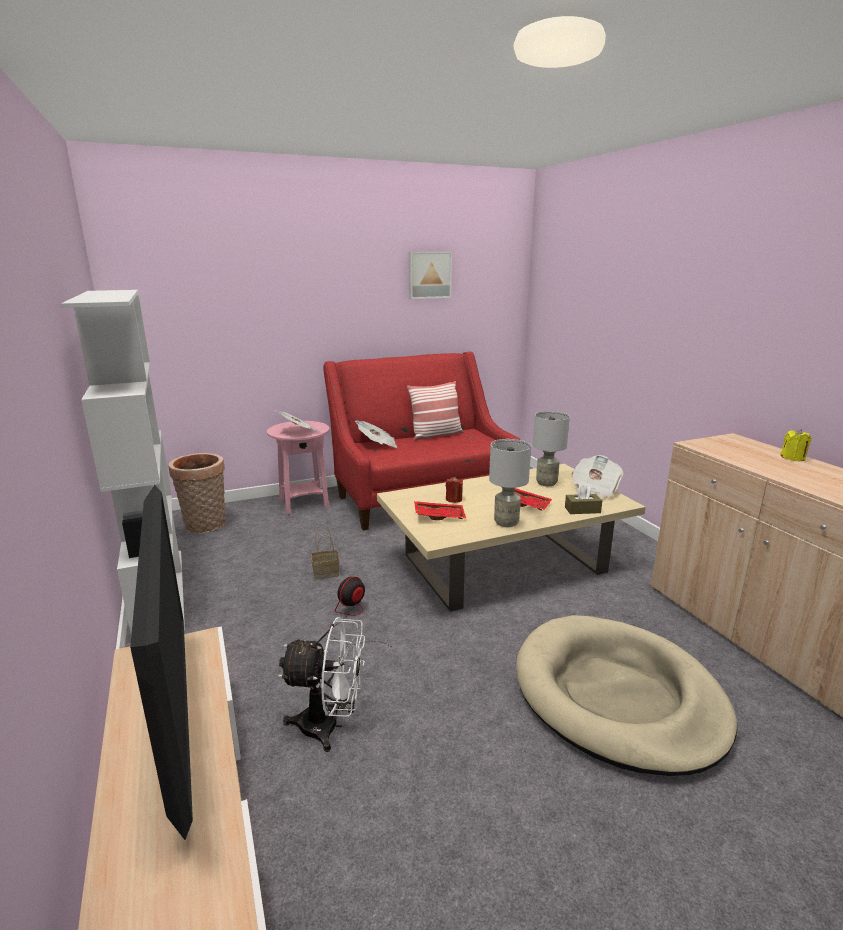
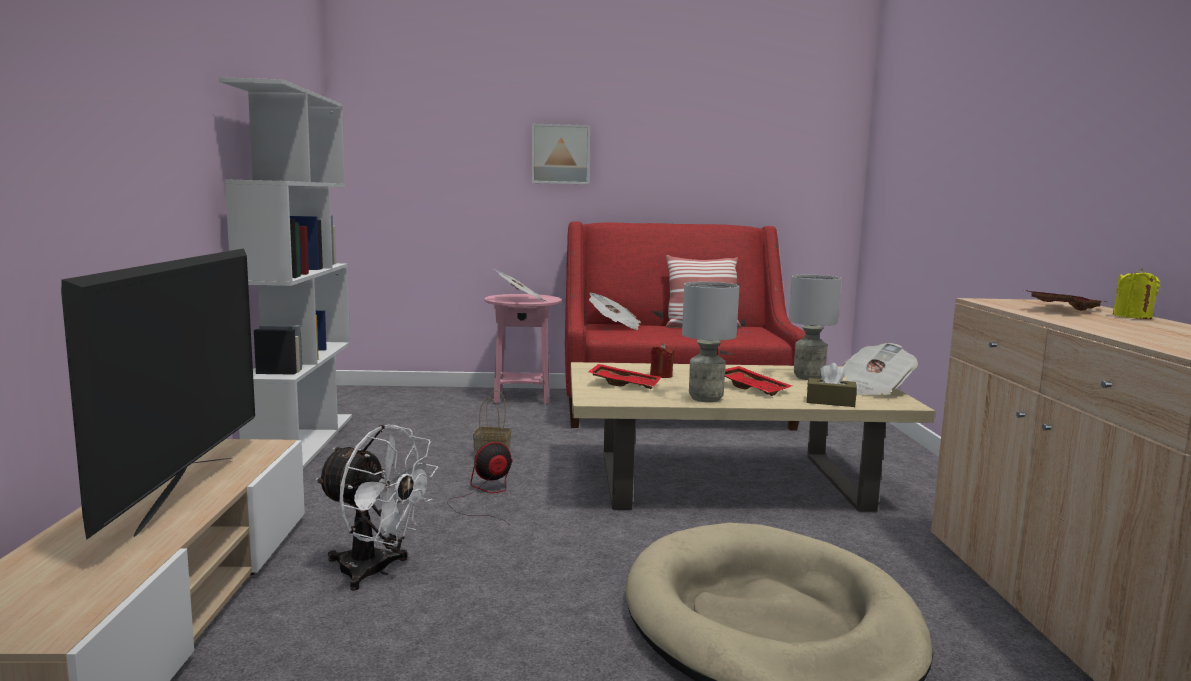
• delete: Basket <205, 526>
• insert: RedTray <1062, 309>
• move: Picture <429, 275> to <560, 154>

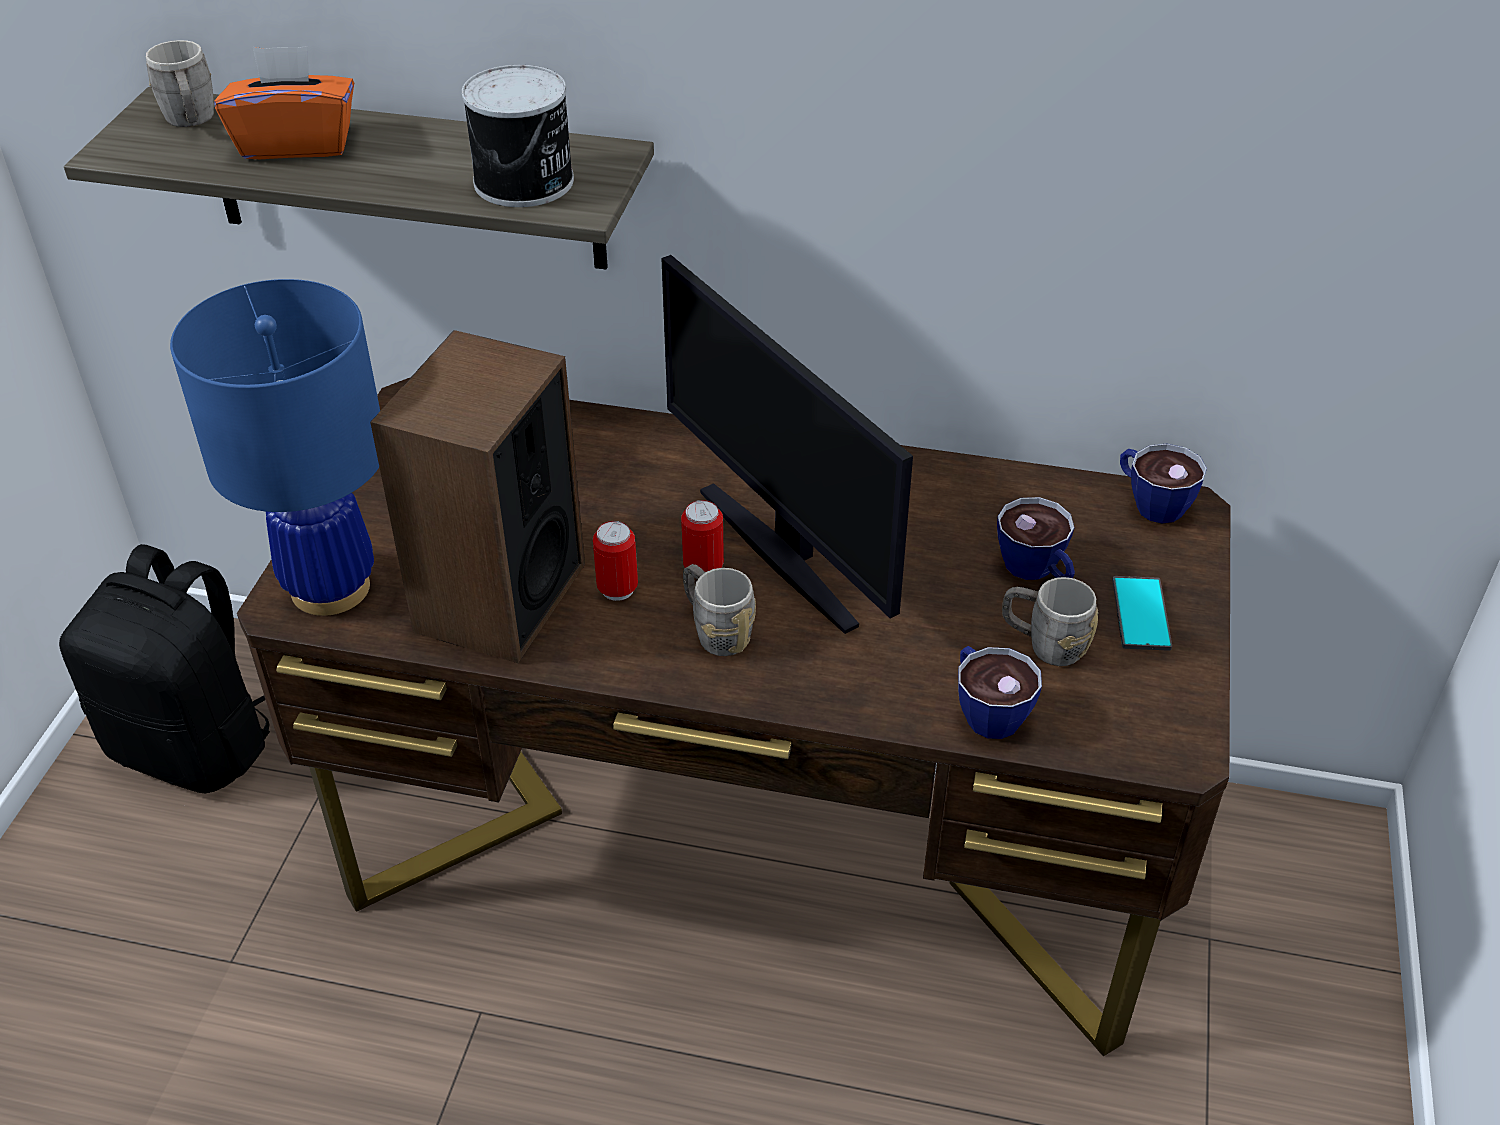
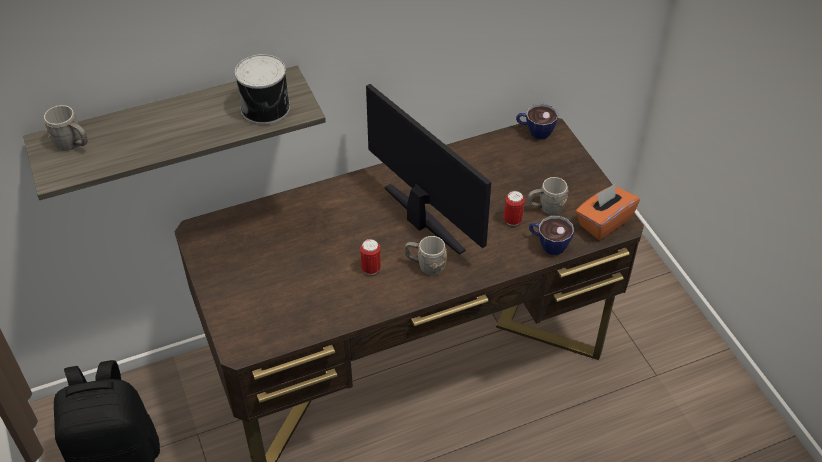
• delete: BlueTableLamp <331, 588>
• delete: Speaker <499, 597>
• delete: Cup <1036, 571>
• delete: Phone <1140, 614>
• move: OrangeTissueBox <297, 144> to <603, 222>
• move: Can <703, 568> to <512, 220>
• rotate: Monitor <783, 553> = <420, 220> 150 degrees counterclockwise

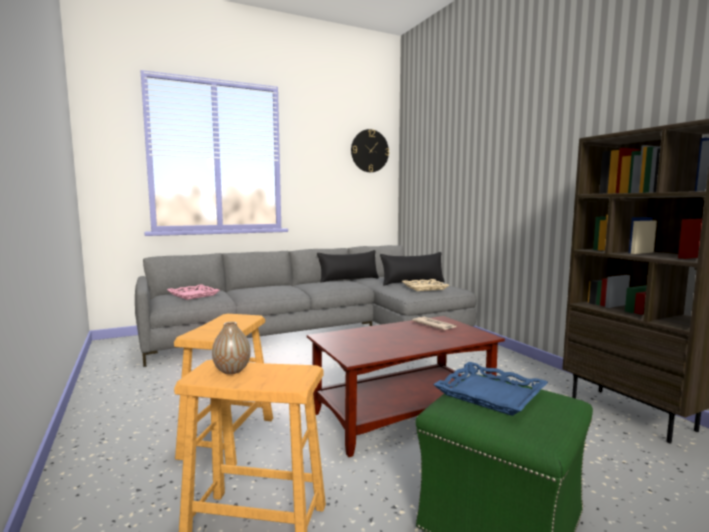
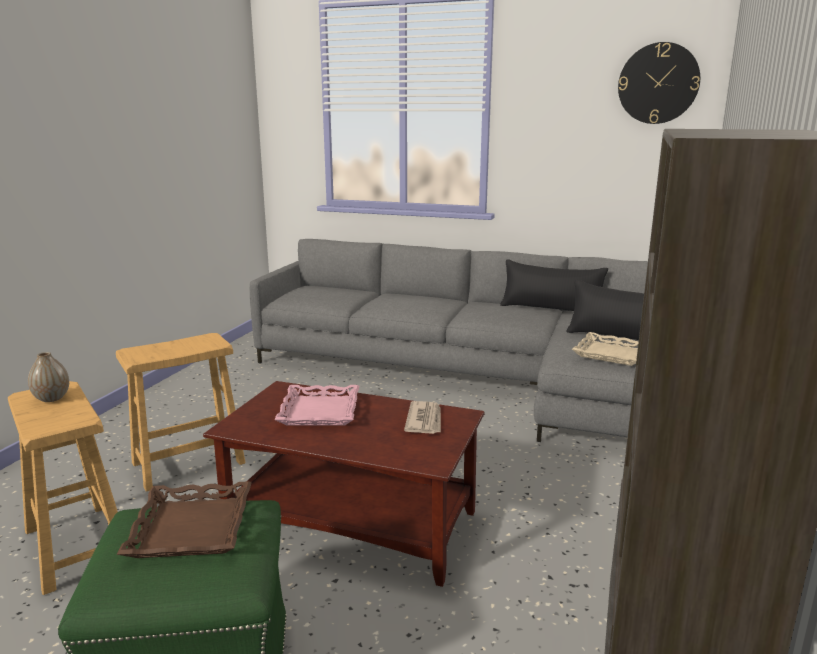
• move: PinkTray <193, 295> to <319, 411>
• recolor: BlueTray <489, 394> to BrownTray <190, 528>

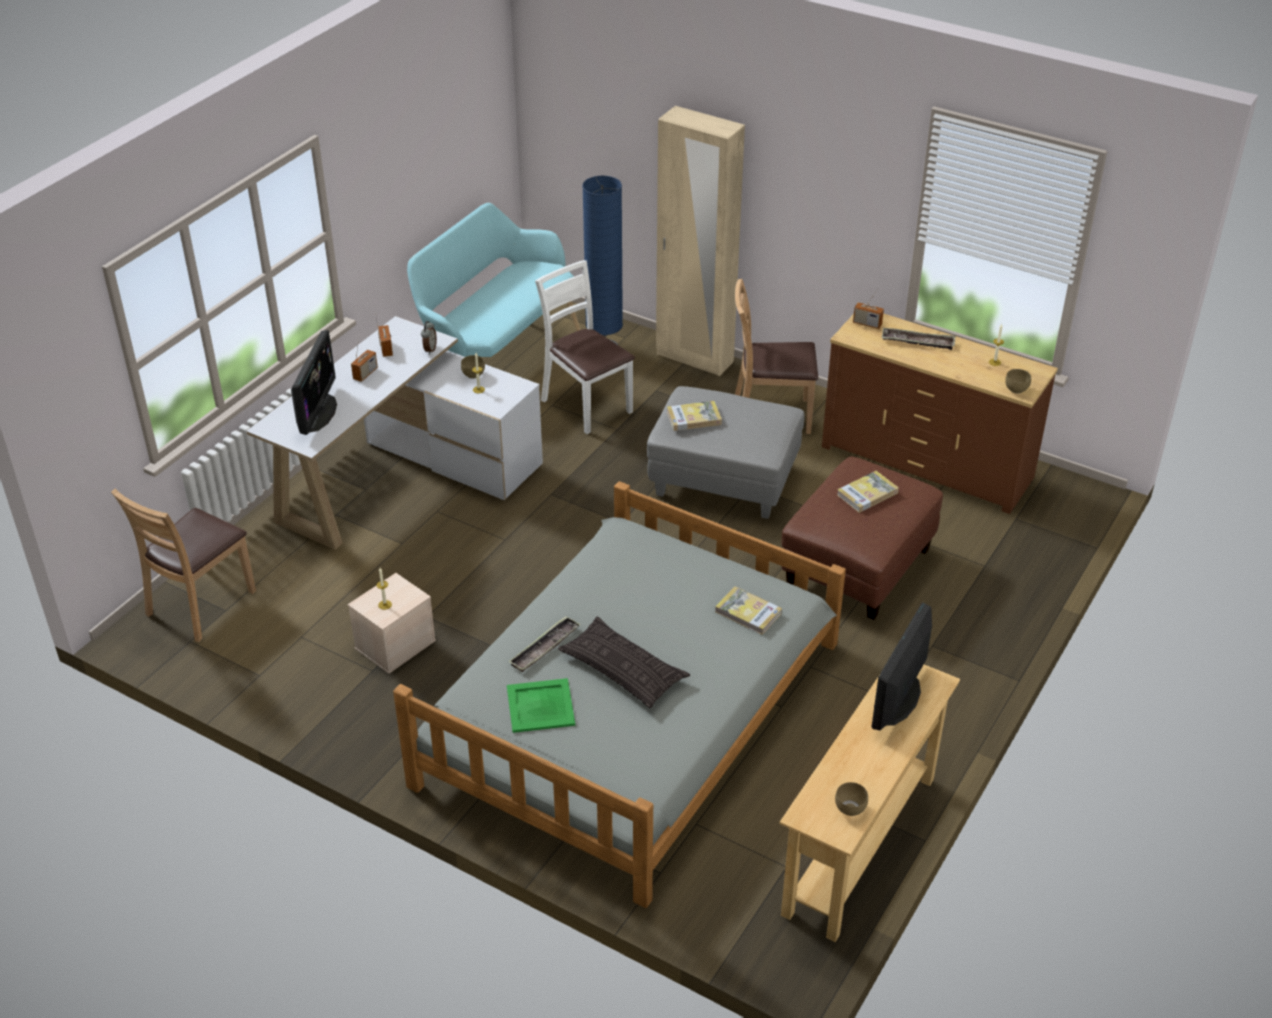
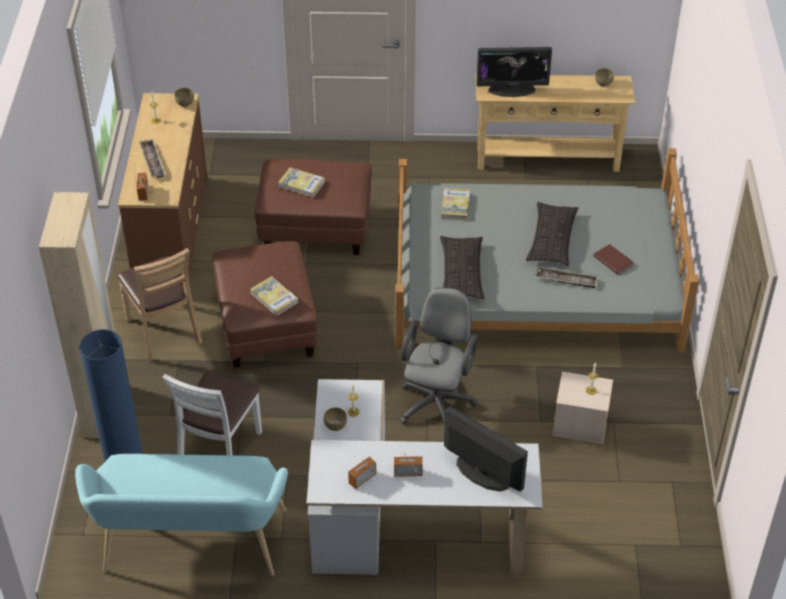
• delete: BrownChair <200, 604>
• delete: AlarmClock <429, 349>
• insert: GreyOfficeChair <437, 401>
• insert: Pillow <461, 273>
• replace: GreenTray <541, 706> to BrownBook <613, 260>
• recolor: GreyOttoman <725, 480> to BrownOttoman <266, 326>
• rotate: Monitor <318, 412> = <482, 473> 60 degrees clockwise

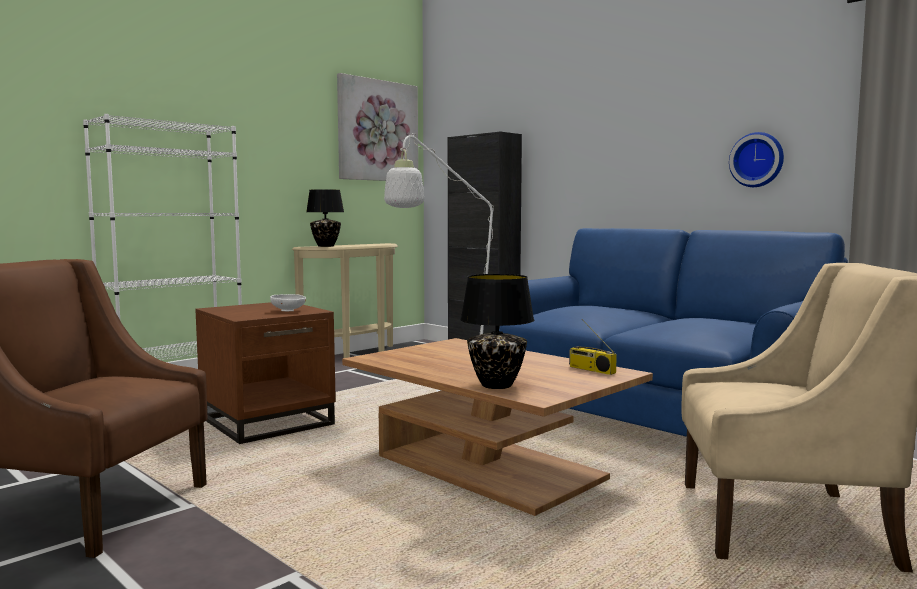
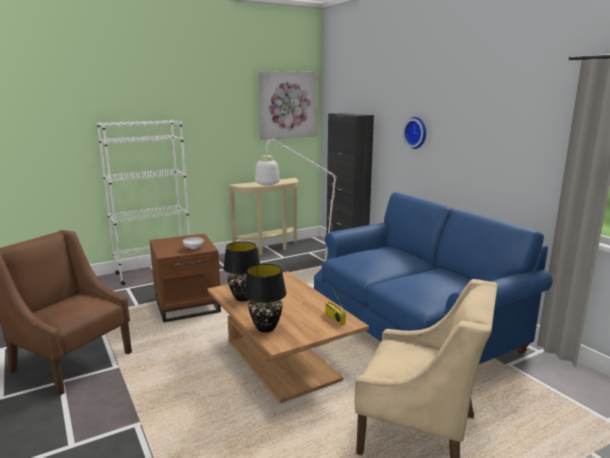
• move: BlackTableLamp <326, 246> to <243, 298>
• move: WallClock <757, 160> to <417, 132>

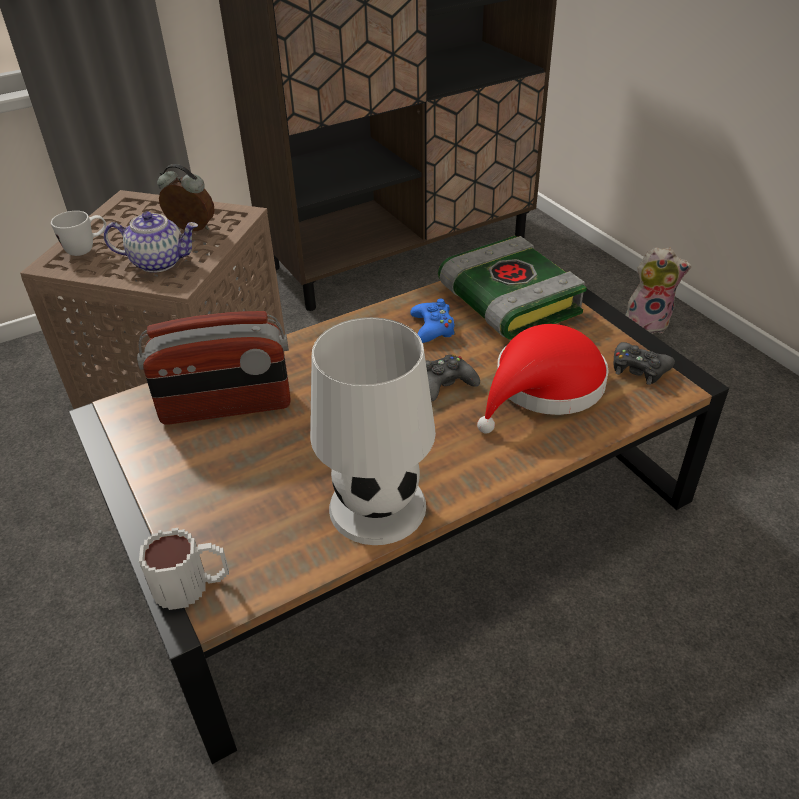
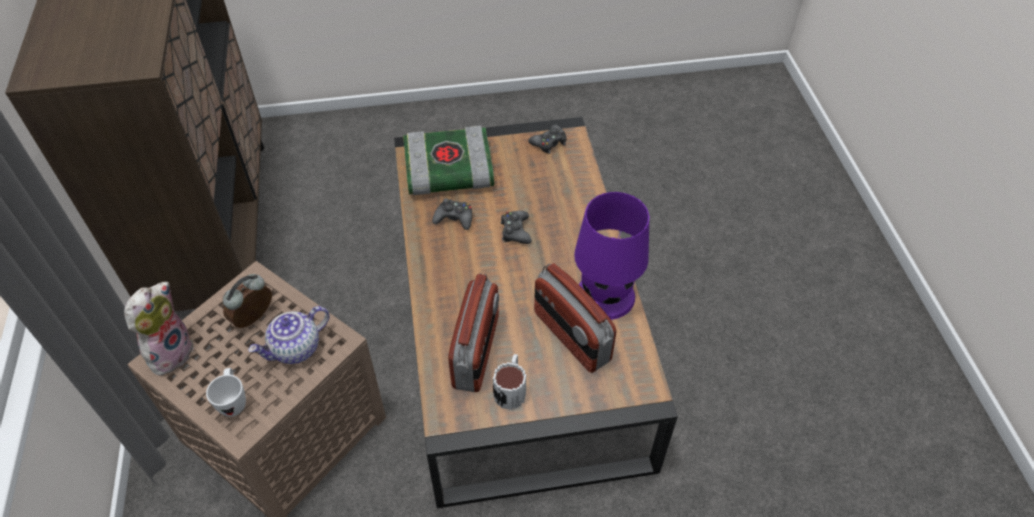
• delete: RedHat <543, 388>
• insert: Radio <571, 337>
• move: Mug <192, 585> to <511, 388>
• move: PlushToy <647, 322> to <170, 351>
• recolor: WhiteTableLamp <378, 507> to PurpleTableLamp <606, 295>
• recolor: BlueGameController <433, 328> to BlackGameController <454, 218>
• rotate: Teapot <159, 262> = <296, 349> 150 degrees counterclockwise

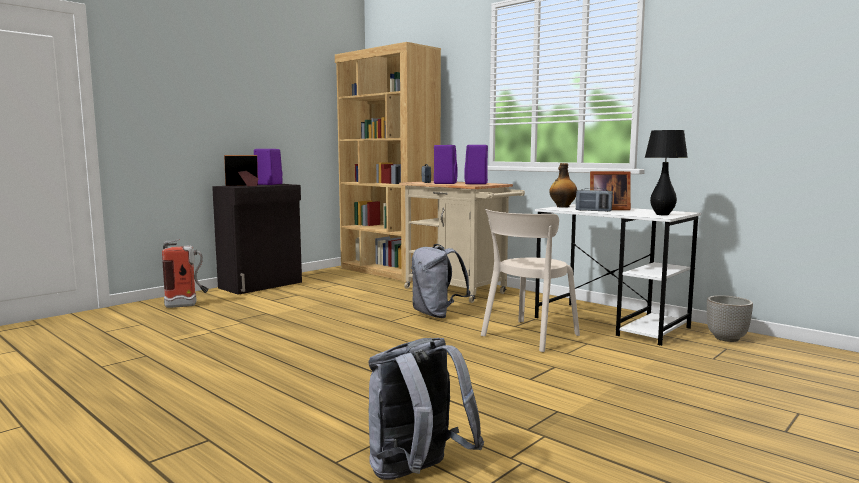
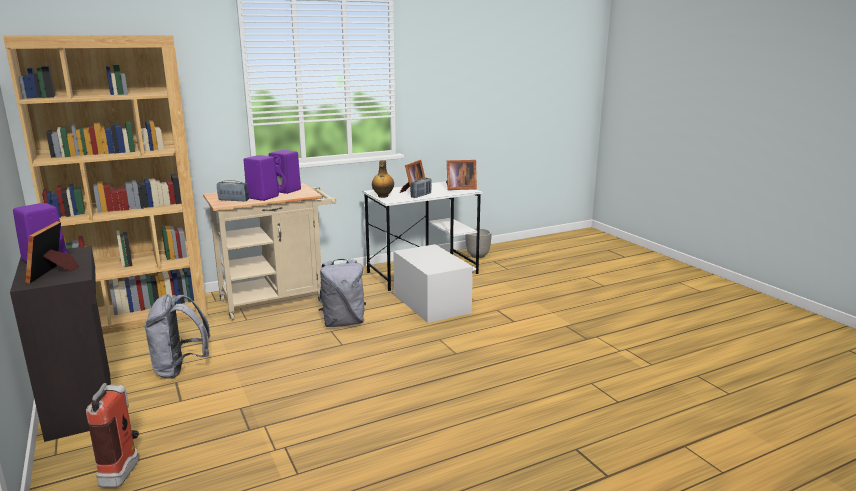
• move: GreyBackpack <417, 474> to <180, 369>
• replace: BeigeChair <527, 336> to WhiteStorageBox <431, 303>
• replace: BlackTableLamp <662, 214> to PictureFrame <459, 188>

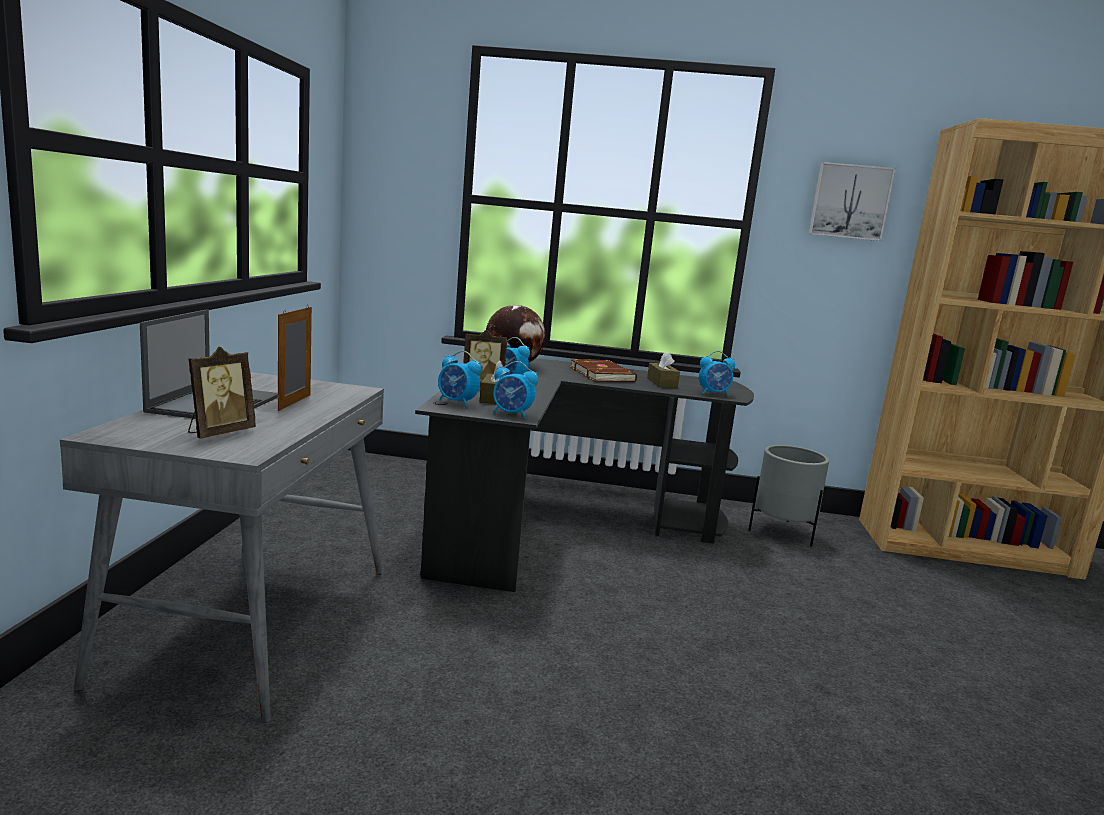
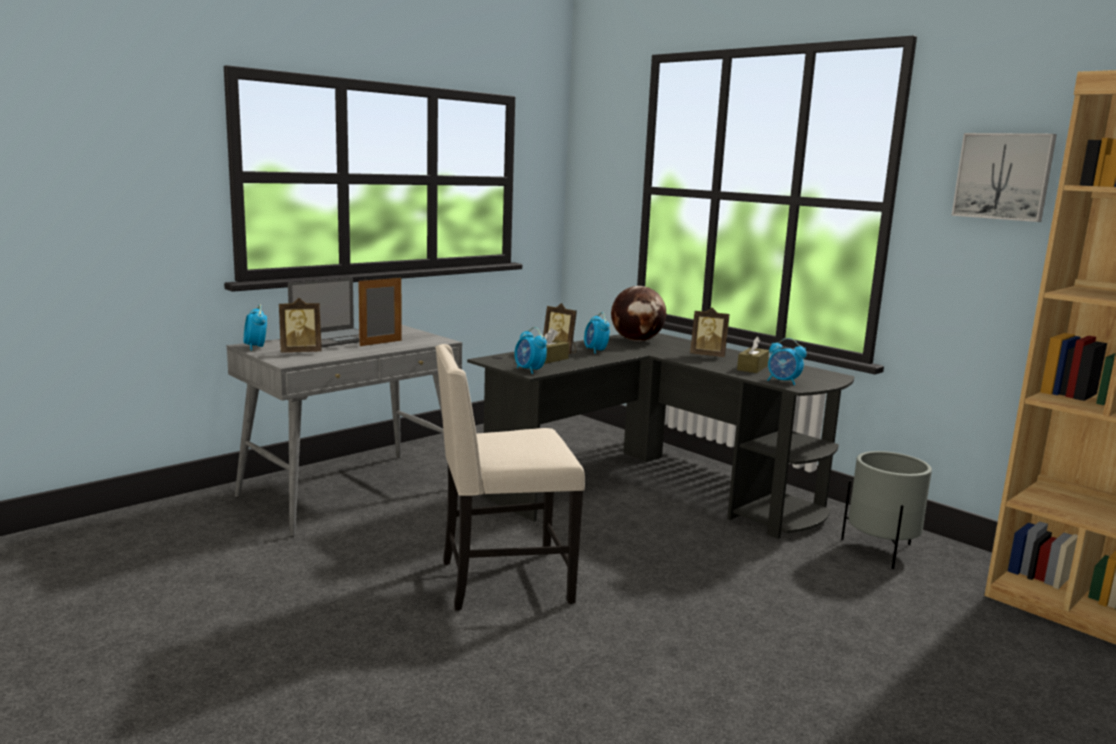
• insert: BeigeChair <502, 581>
• move: AlarmClock <457, 402> to <256, 347>
• replace: BrownBook <603, 374> to PictureFrame <708, 355>

